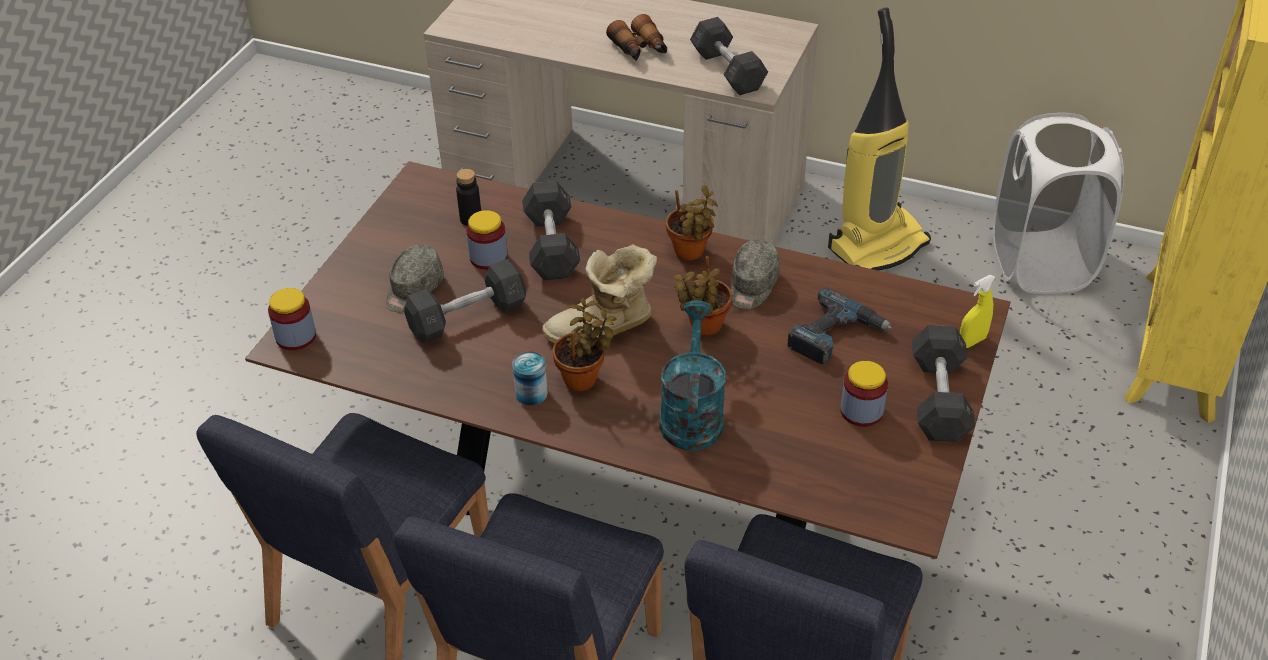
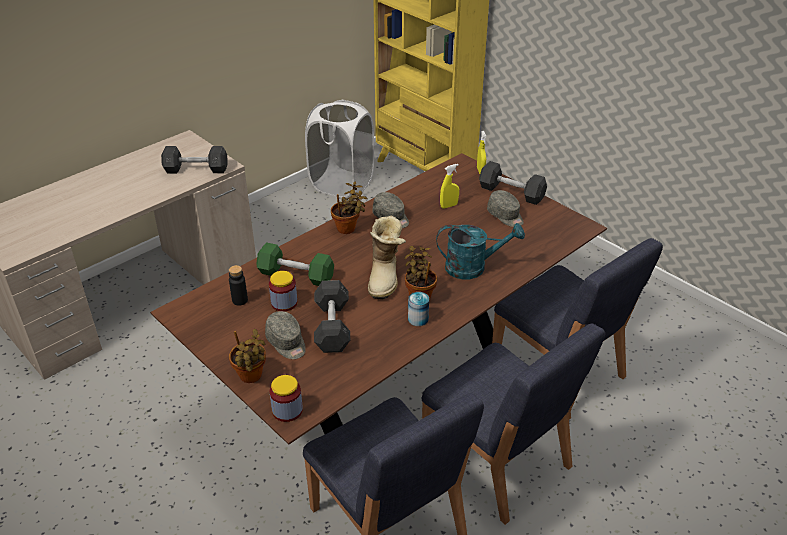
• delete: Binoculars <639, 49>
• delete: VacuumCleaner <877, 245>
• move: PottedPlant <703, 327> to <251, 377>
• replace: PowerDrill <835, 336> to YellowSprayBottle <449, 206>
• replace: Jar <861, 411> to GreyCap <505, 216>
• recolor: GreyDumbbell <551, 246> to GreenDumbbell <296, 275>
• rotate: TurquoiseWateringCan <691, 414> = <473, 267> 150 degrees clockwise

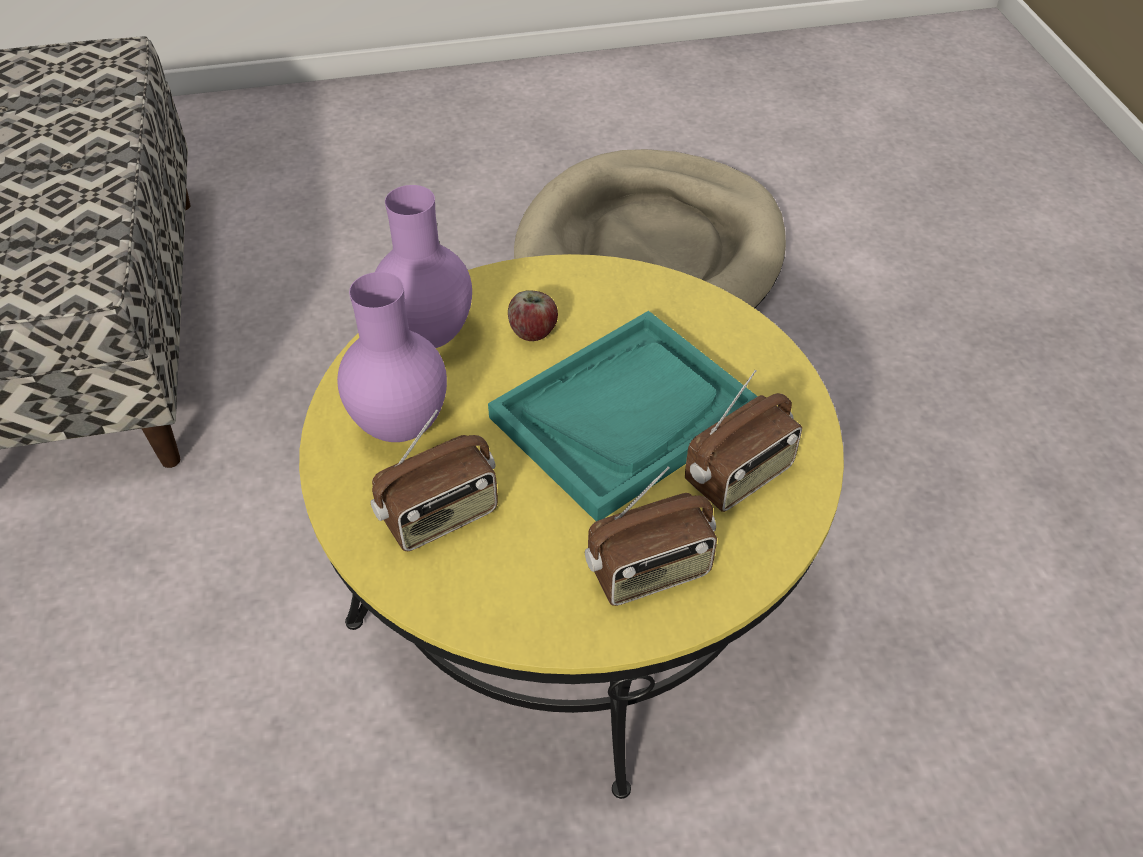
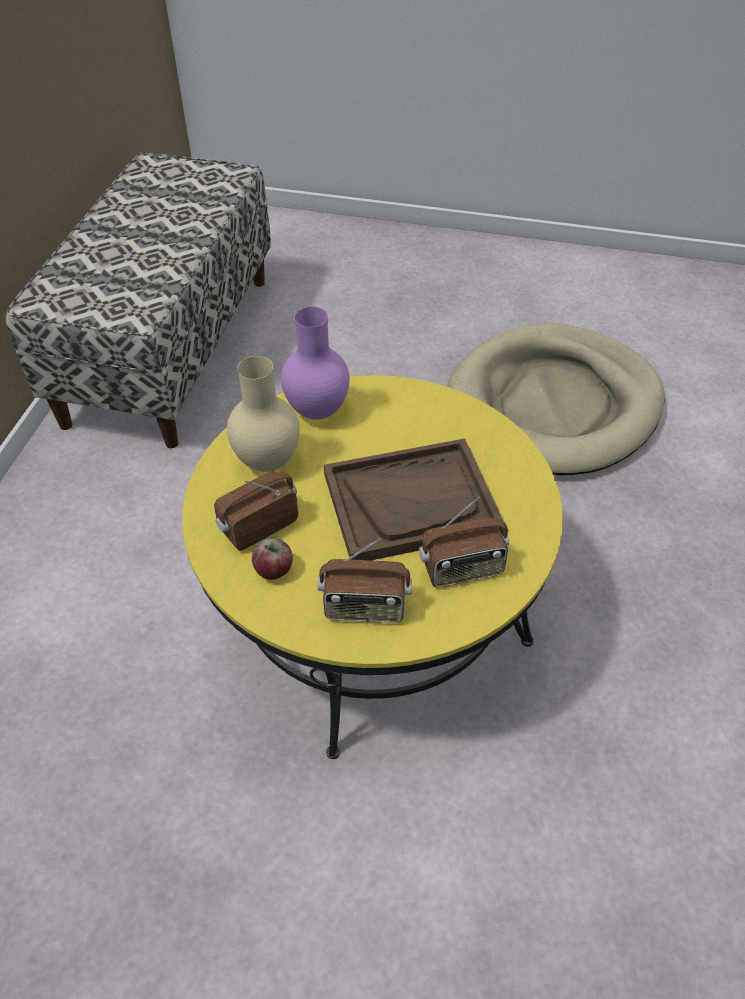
• move: Apple <533, 332> to <274, 570>
• recolor: PurpleVase <403, 427> to BeigeVase <268, 463>
• recolor: TurquoiseTray <624, 415> to BrownTray <411, 502>
• rotate: Radio <440, 517> = <258, 525> 150 degrees clockwise

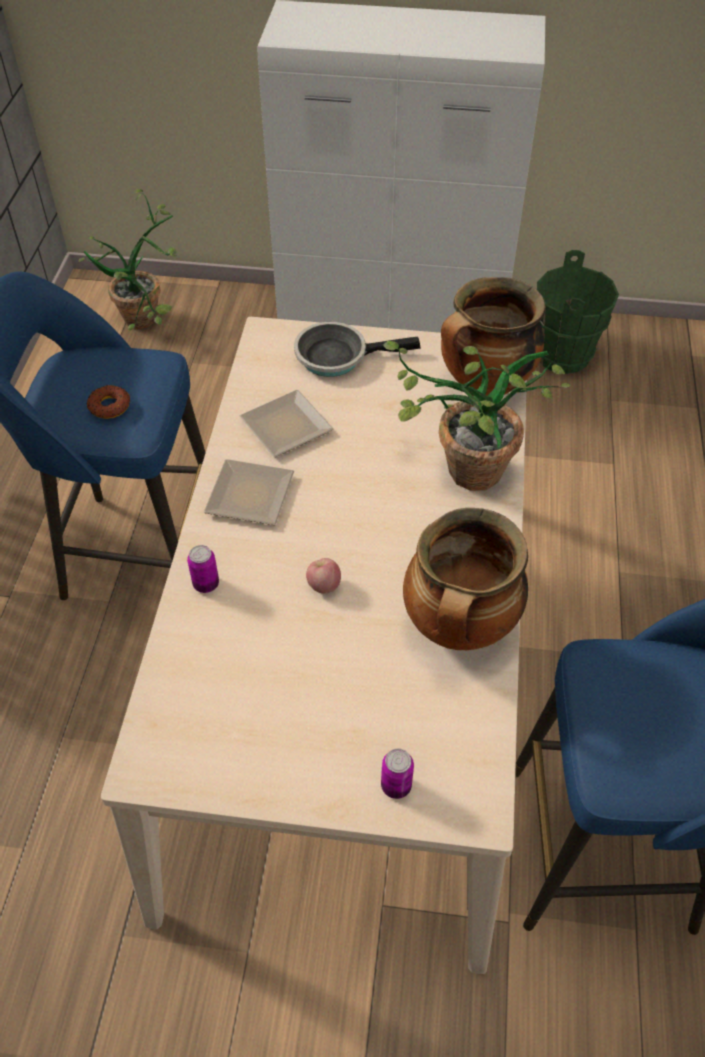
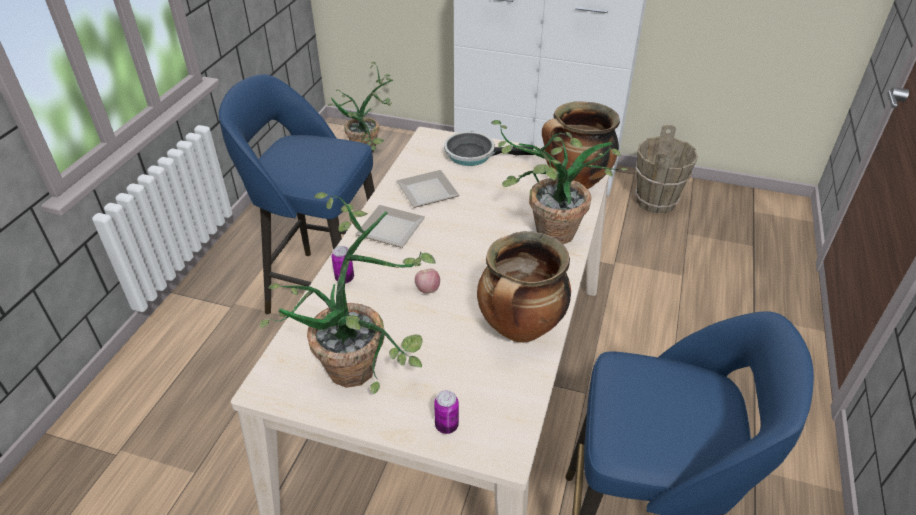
• delete: Donut <109, 406>
• insert: PottedPlant <365, 364>
• recolor: GreenBucket <563, 356> to BrownBucket <656, 202>

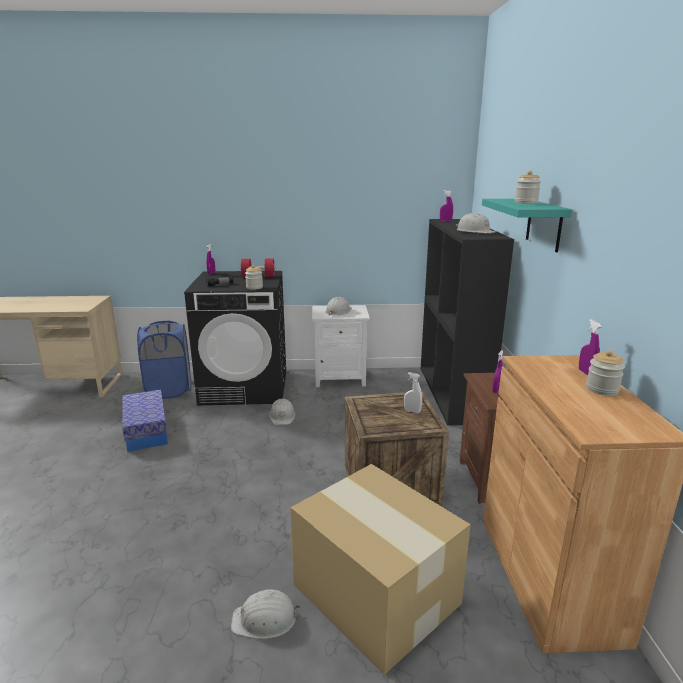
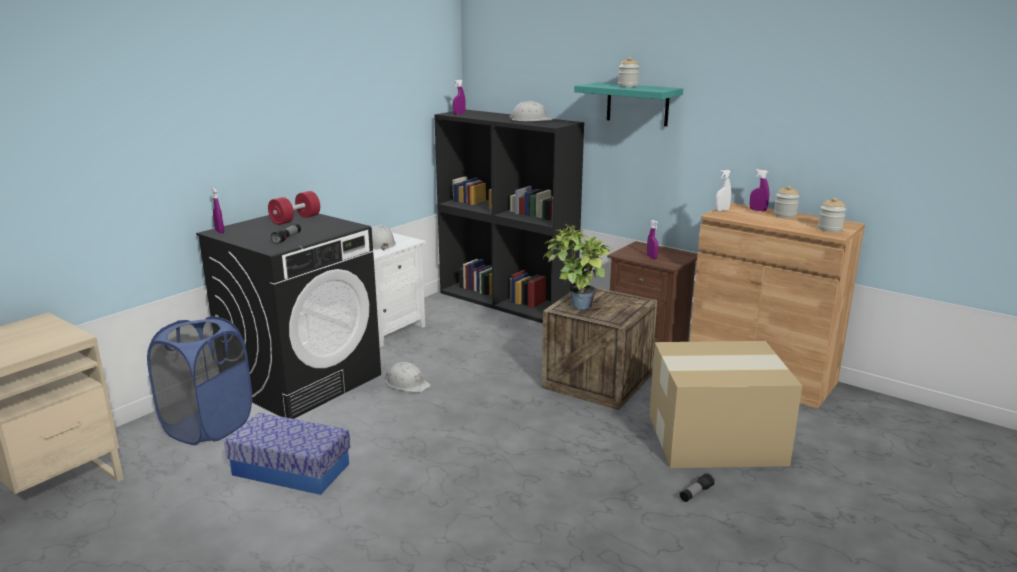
• insert: PottedPlant <575, 306>
• move: Jar <254, 287> to <830, 229>
• move: WhiteSprayBottle <412, 411> to <721, 210>
• replace: WhiteHardHat <265, 620> to Flashlight <696, 493>

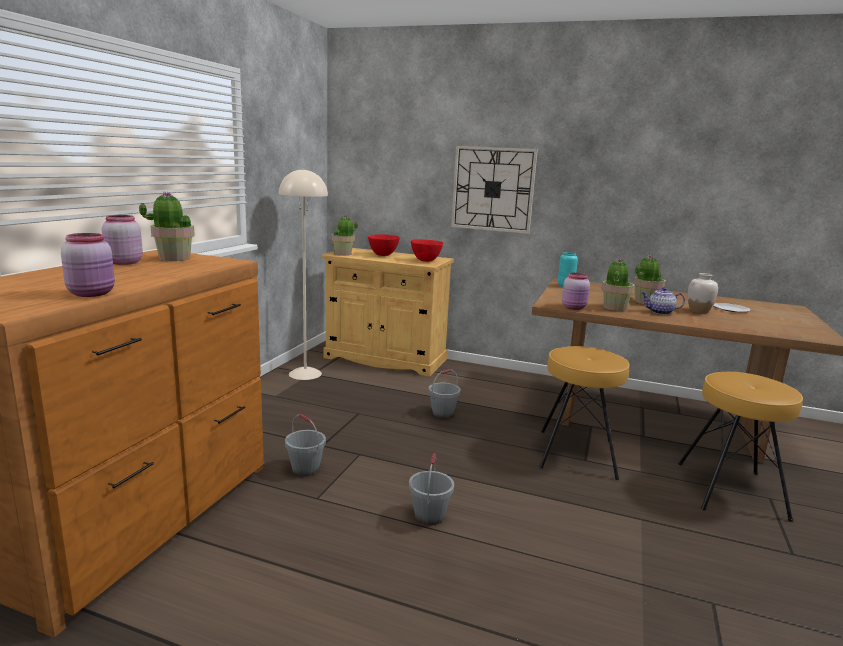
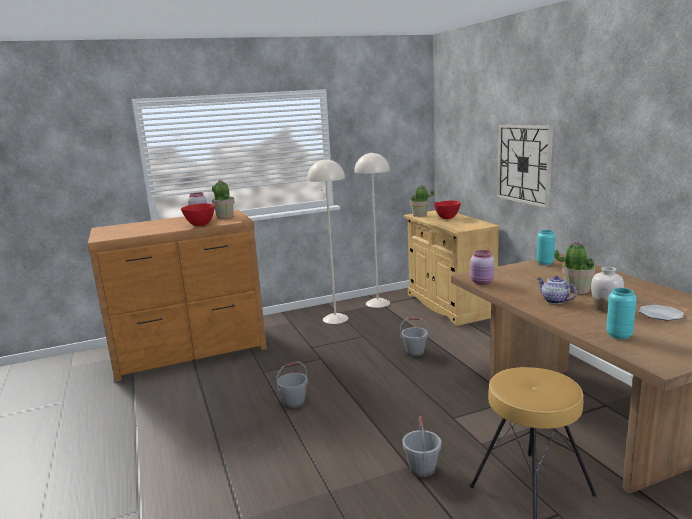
• delete: PinkJar <93, 293>
• delete: BrownStool <576, 453>
• delete: PottedPlant <614, 308>
• insert: BeigeFloorLamp <335, 318>
• insert: TurquoiseVase <619, 335>
• move: GreyBucket <306, 469> to <422, 469>
• move: RedBowl <426, 261> to <200, 225>

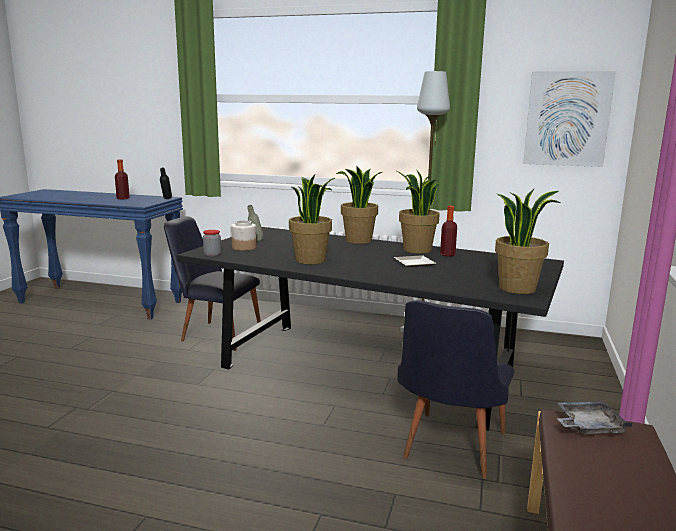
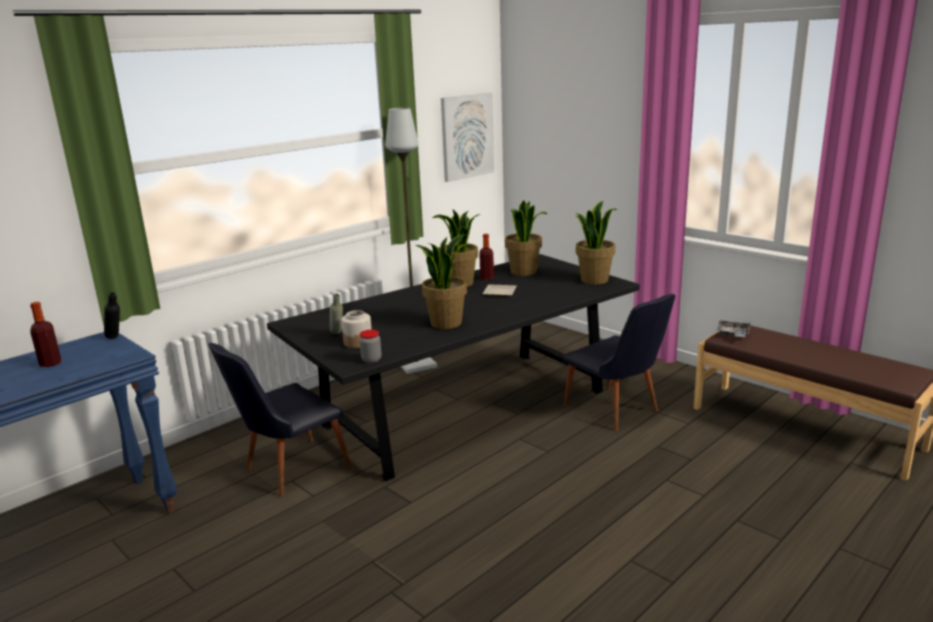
• move: PottedPlant <358, 241> to <524, 272>

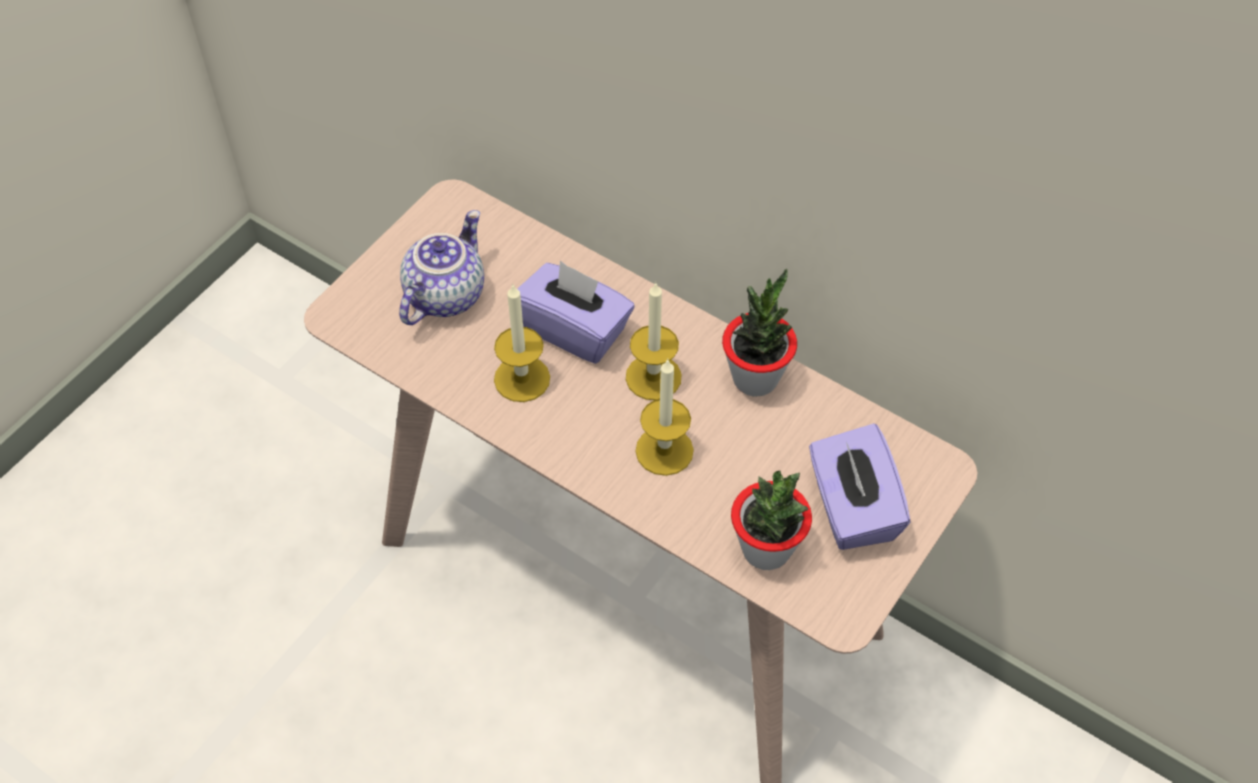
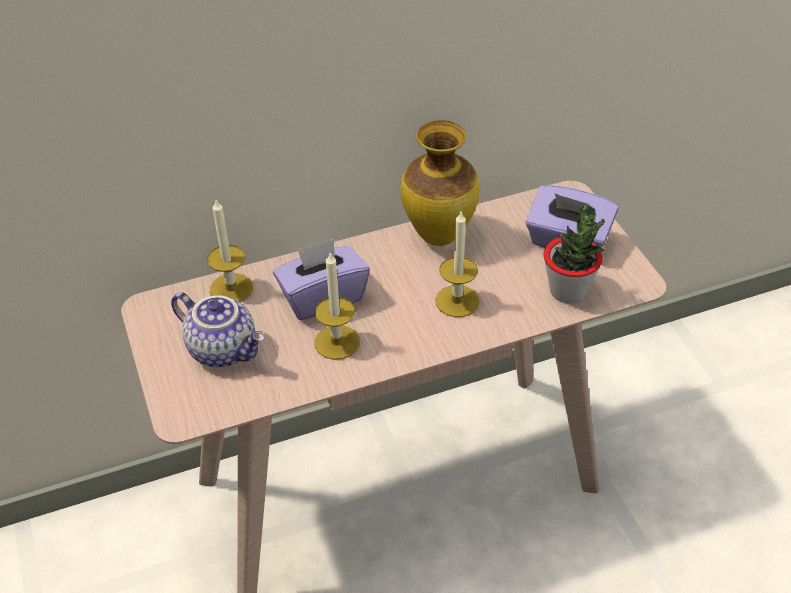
• move: Candle <653, 377> to <231, 289>
• replace: PottedPlant <755, 378> to Vase <439, 235>
• rotate: Teapot <444, 294> = <224, 349> 150 degrees clockwise

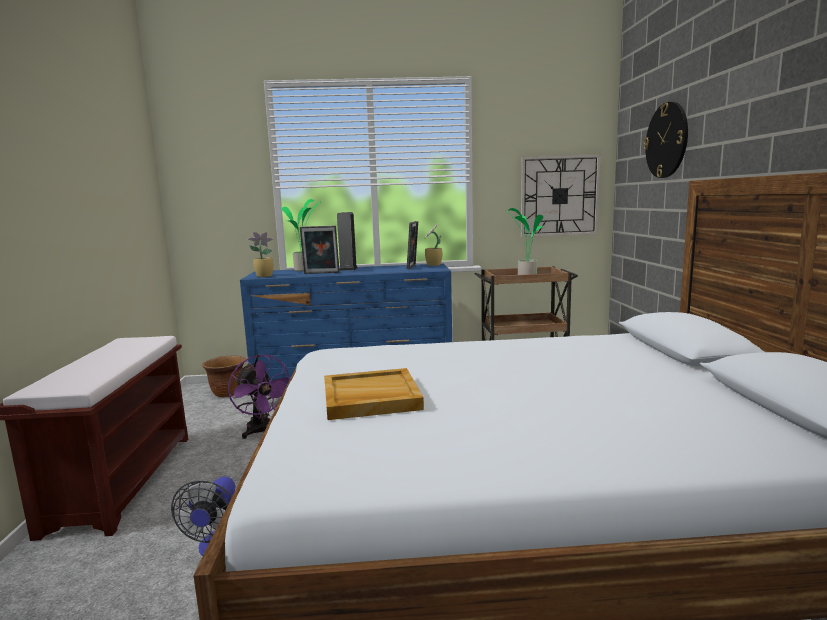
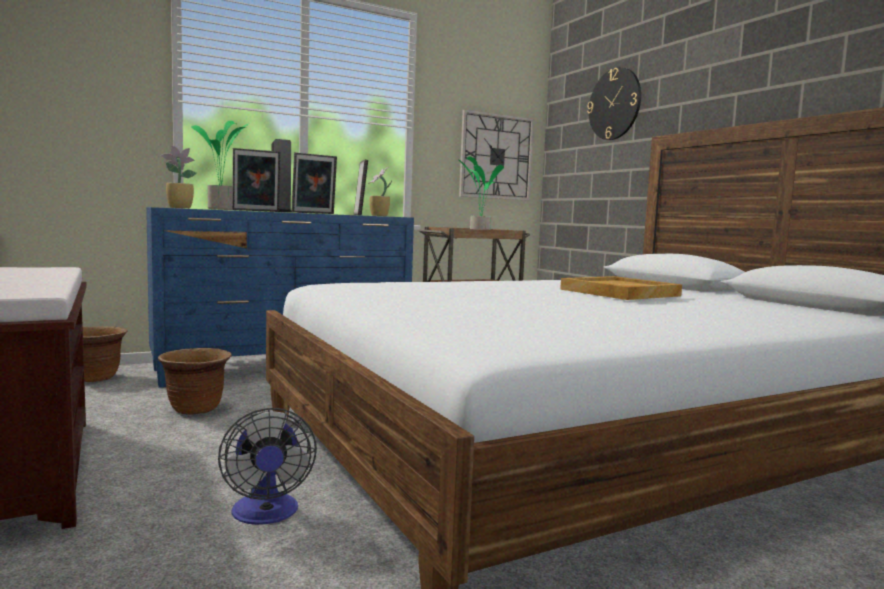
• insert: PictureFrame <314, 213>
• move: BeigeTray <370, 398> to <619, 293>
• replace: PurpleFan <262, 431> to BrownPlanter <196, 408>

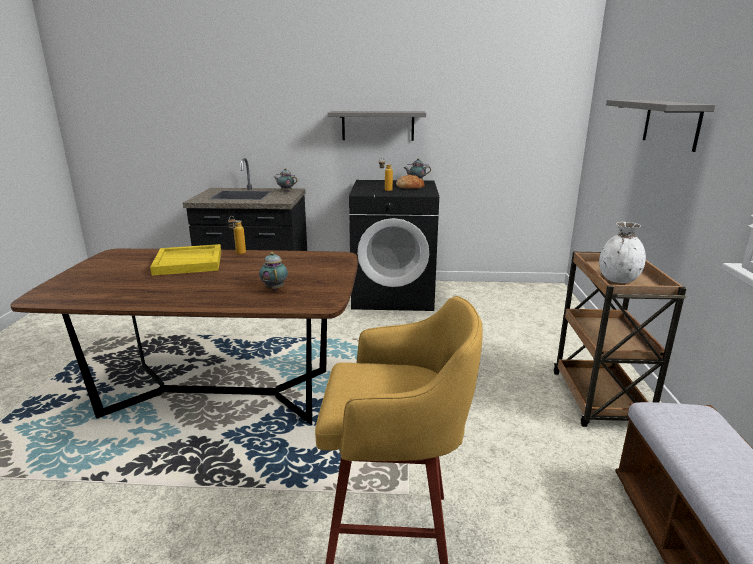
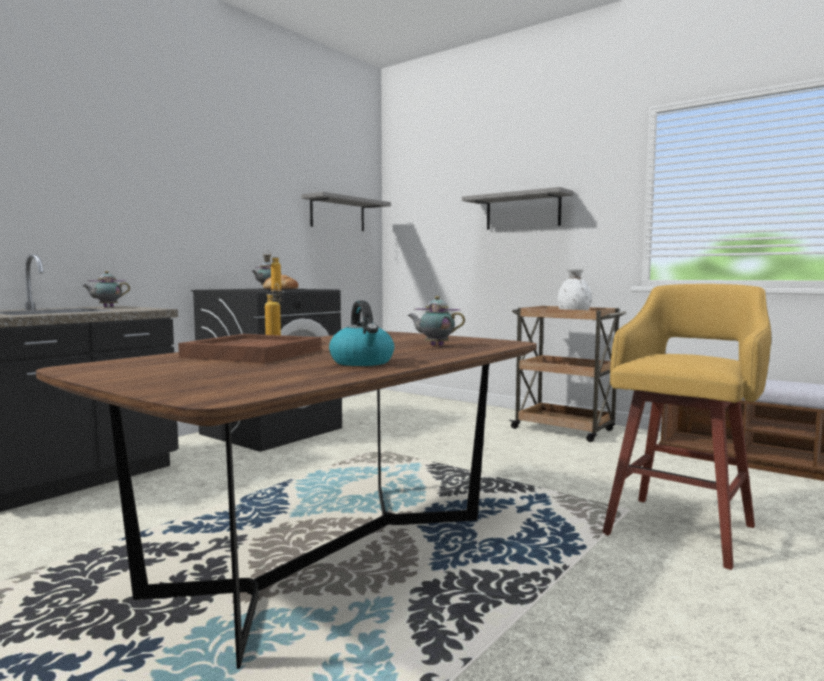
• insert: Kettle <362, 362>
• move: GreyShelf <378, 125> to <337, 214>
• recolor: YellowTray <189, 262> to BrownTray <253, 353>

